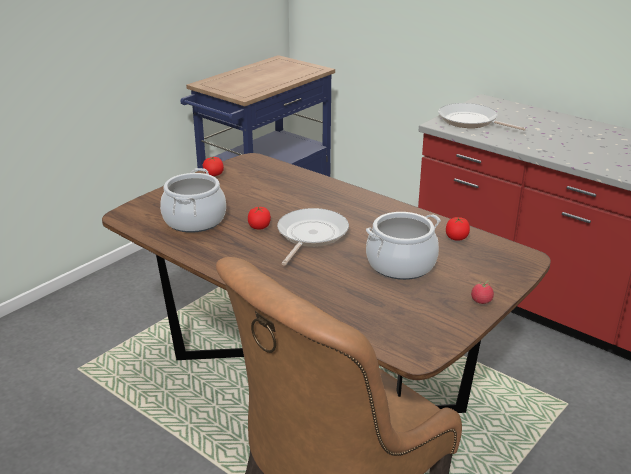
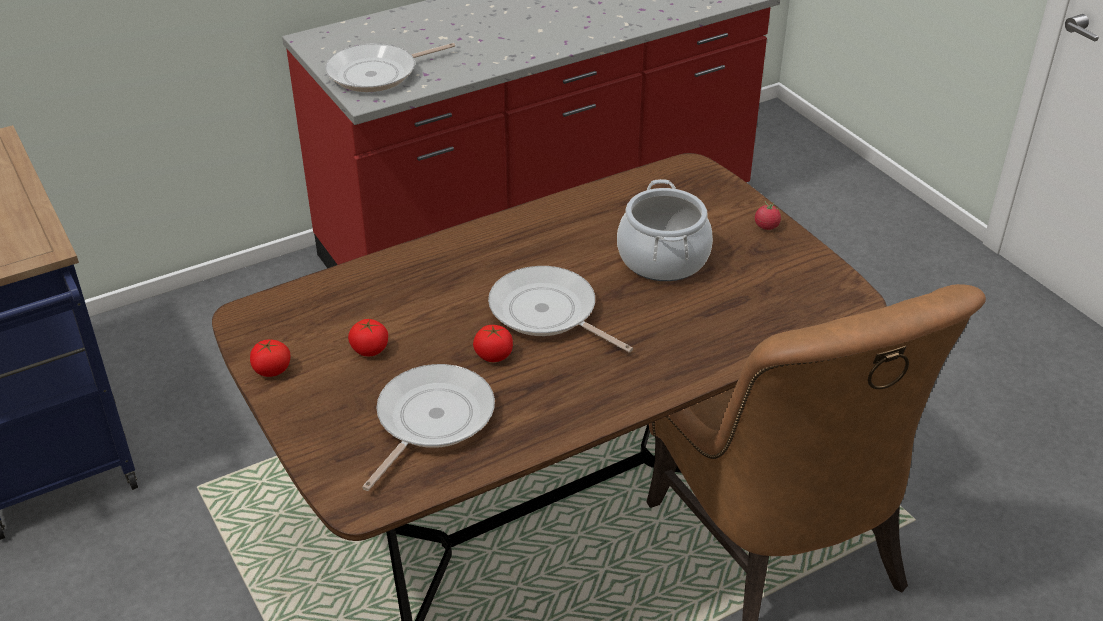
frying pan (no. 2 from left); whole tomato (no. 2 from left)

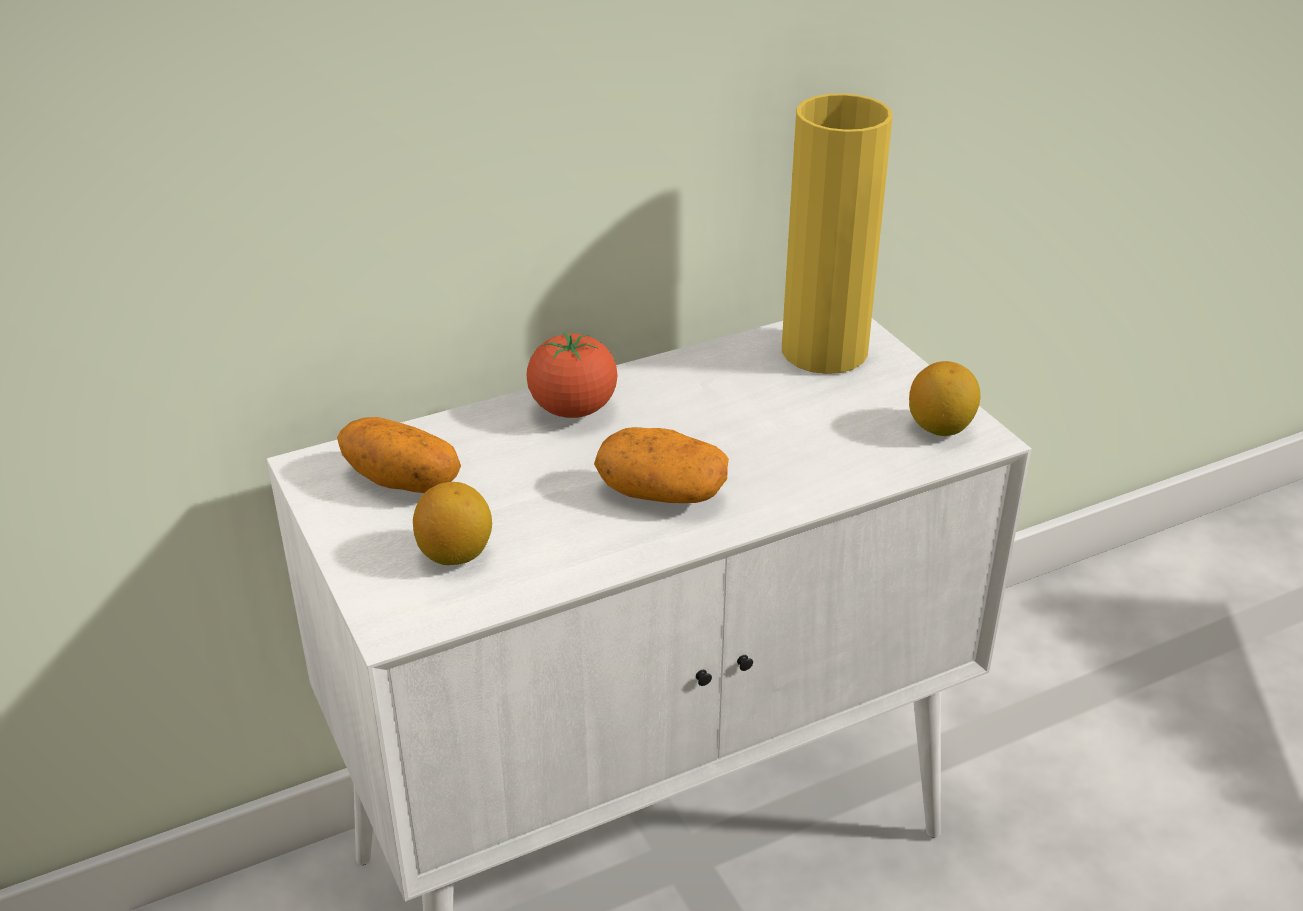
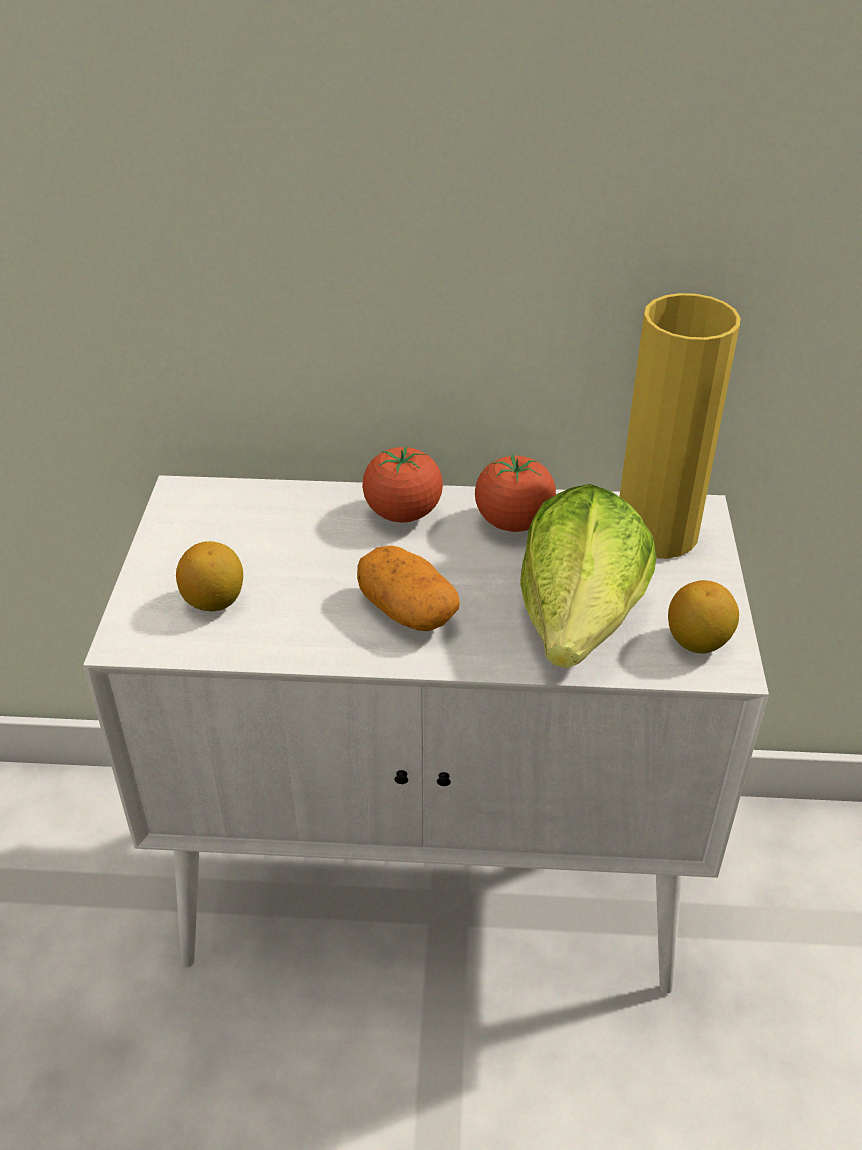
whole potato (no. 1 from left in the first image); whole tomato (no. 2 from left); head of lettuce

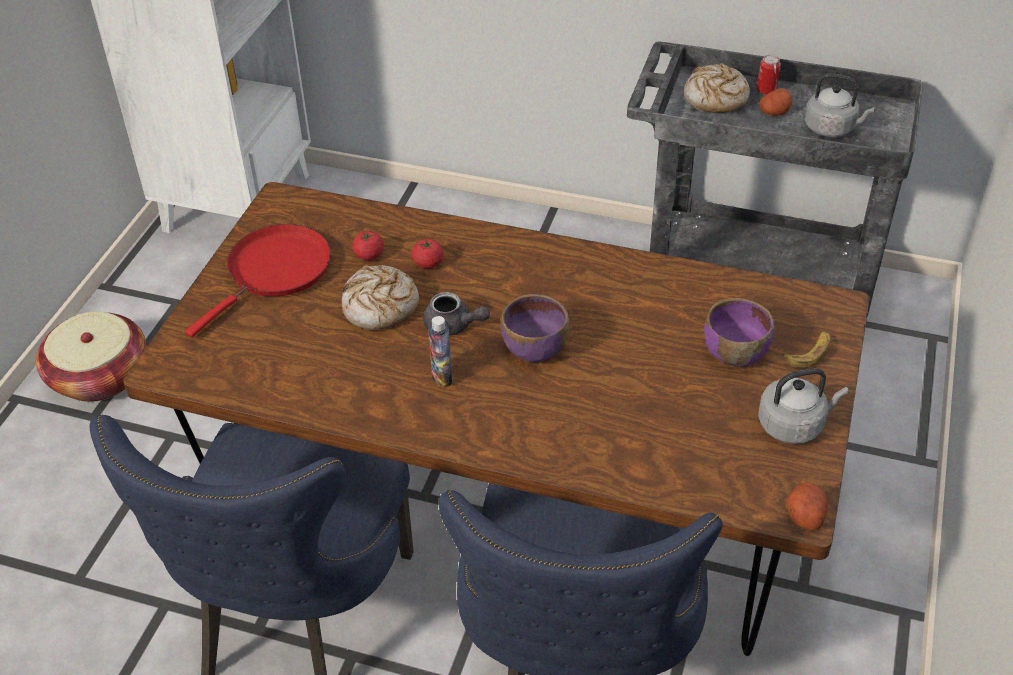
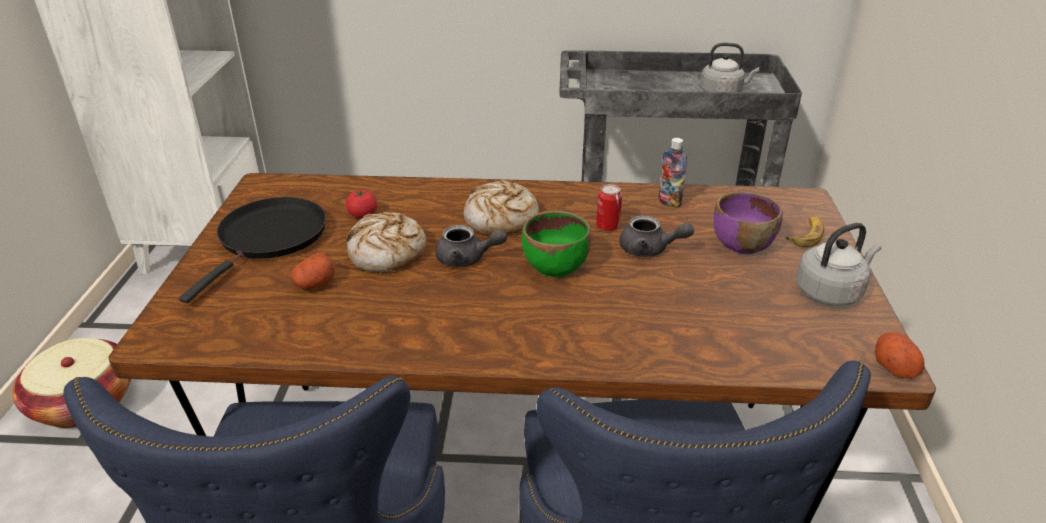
frying pan in blackish; whole tomato (no. 2 from left in the first image); drink bottle; deep dish in green-coloured; bread (no. 2 from left); metal can; whole potato (no. 1 from left); tea pot in grey (no. 2 from left)

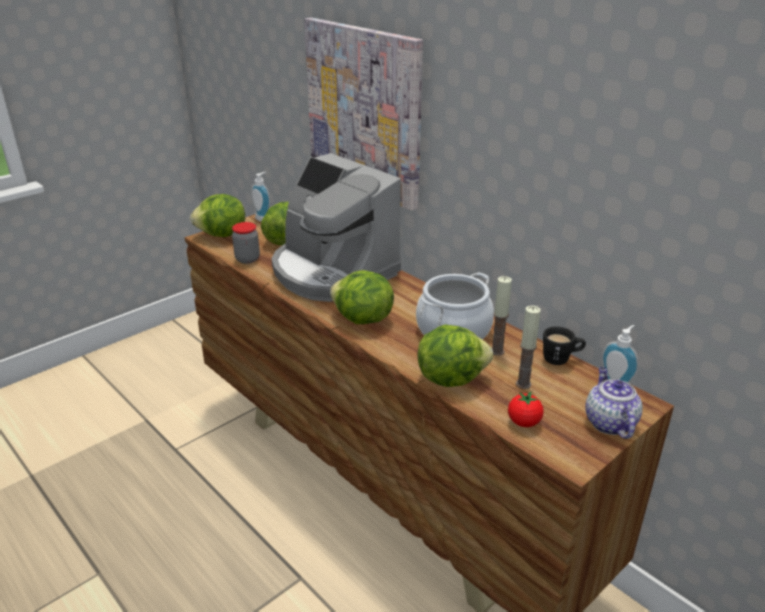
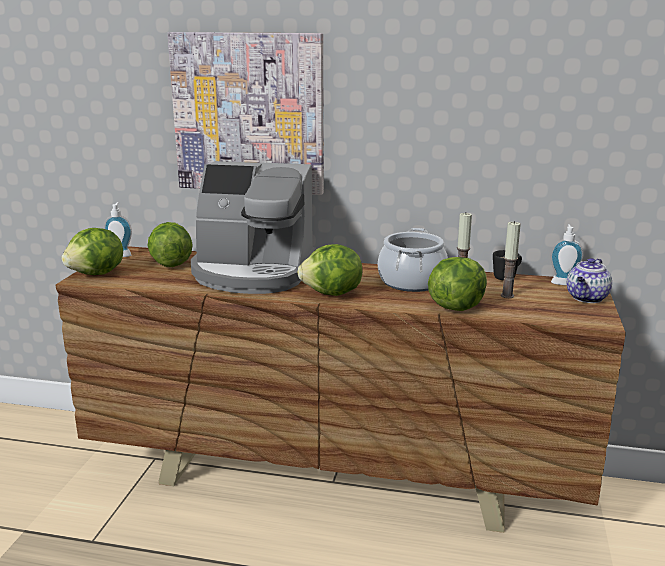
preserve jar; whole tomato; tea pot

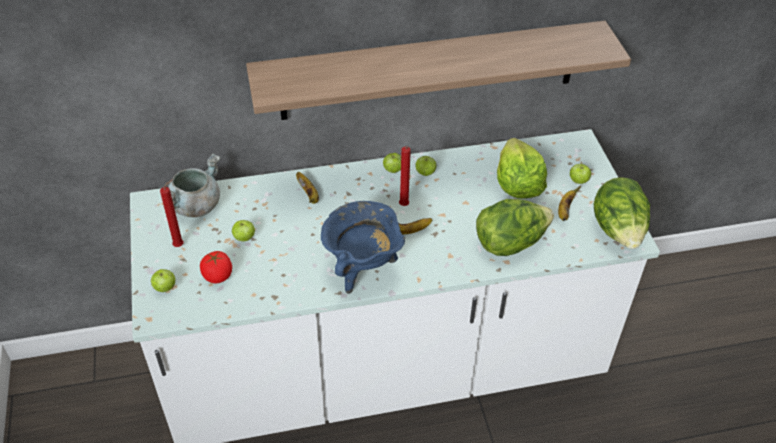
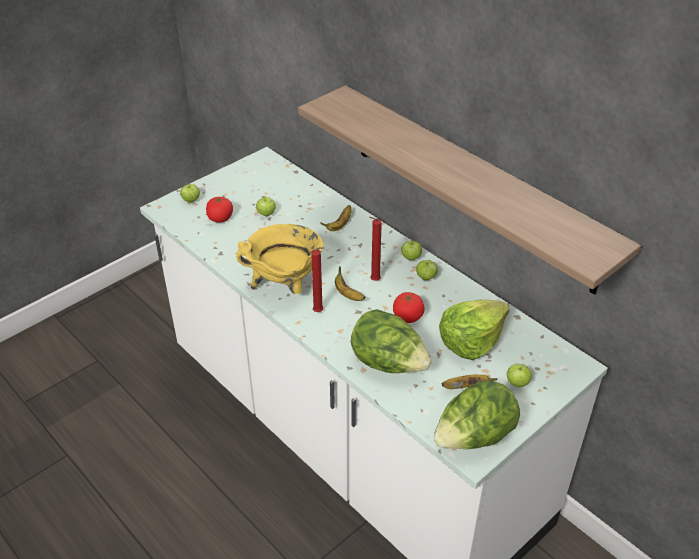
wax light in reddish (no. 1 from left); stockpot in grey; stockpot in yellowish; whole tomato (no. 2 from left)

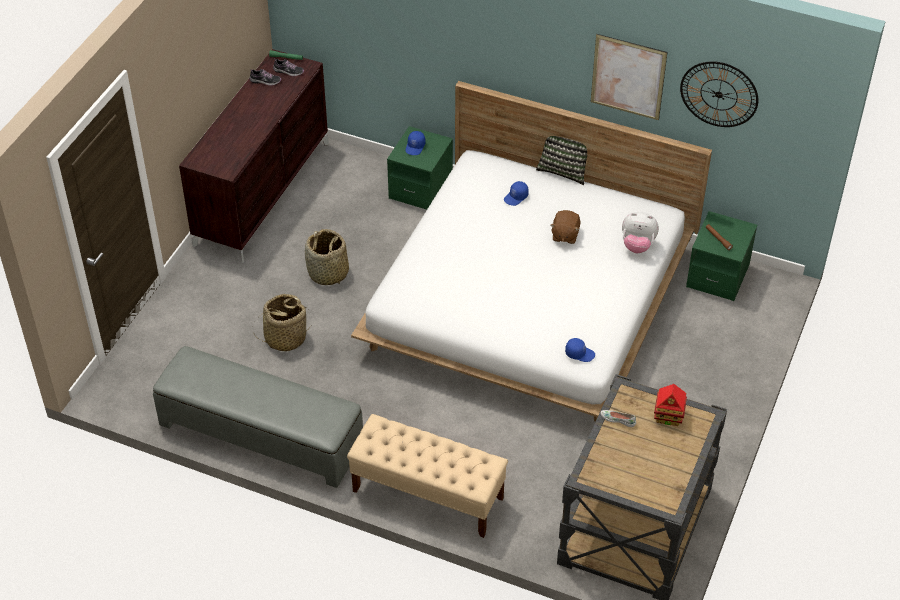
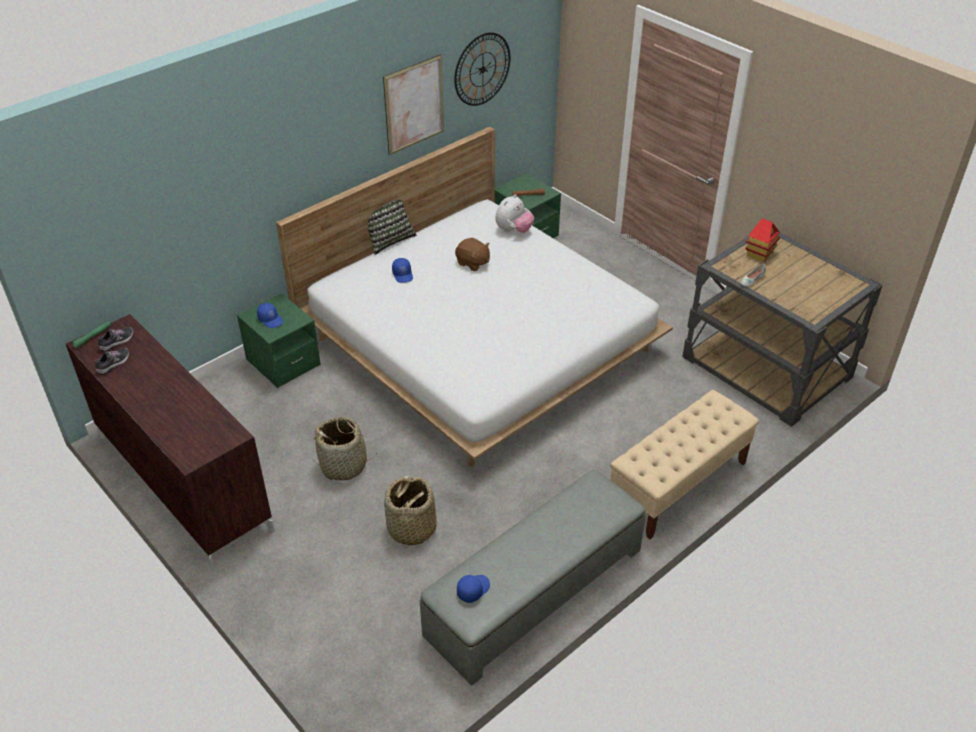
baseball cap in blue-coloured (no. 3 from left)

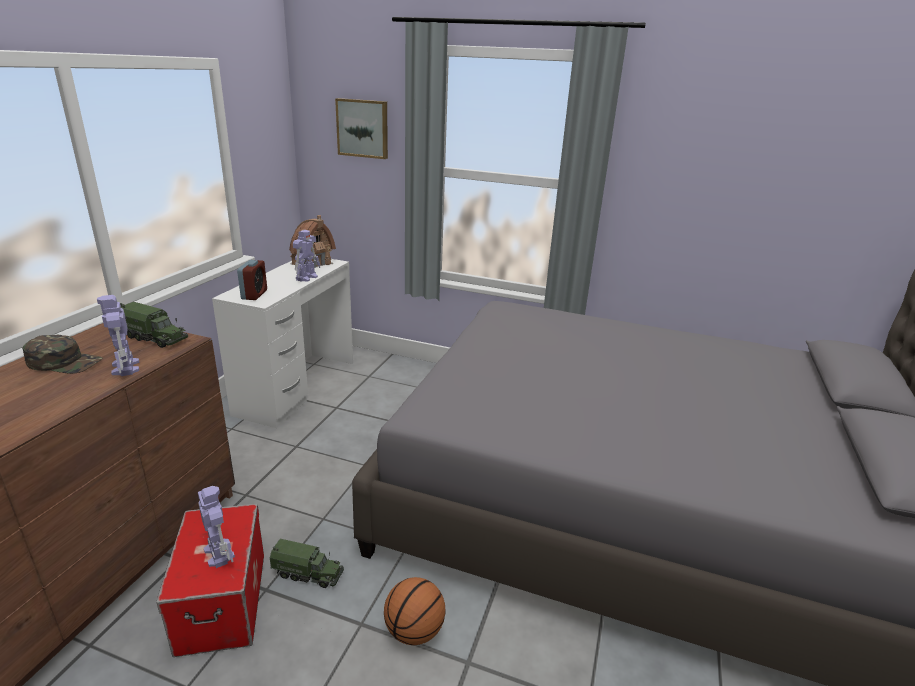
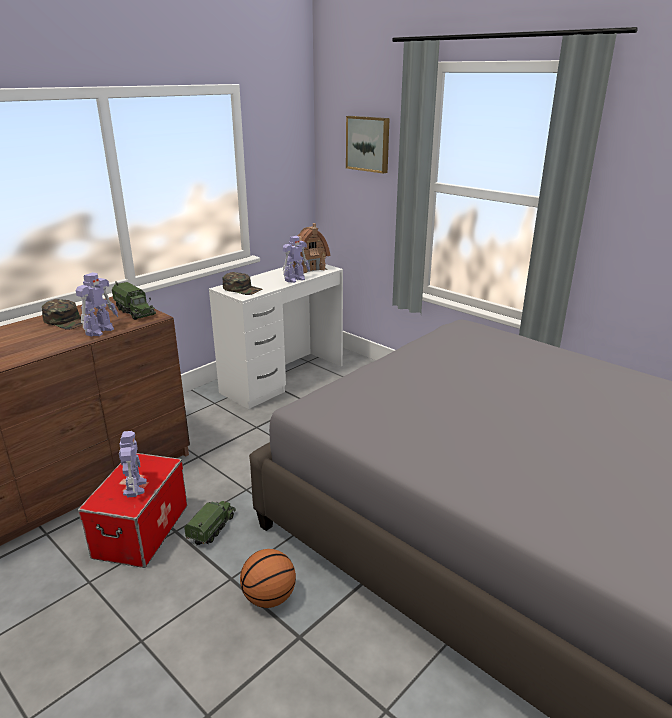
robot figure (no. 1 from left); baseball cap in green-coloured (no. 2 from left); model truck (no. 2 from left)

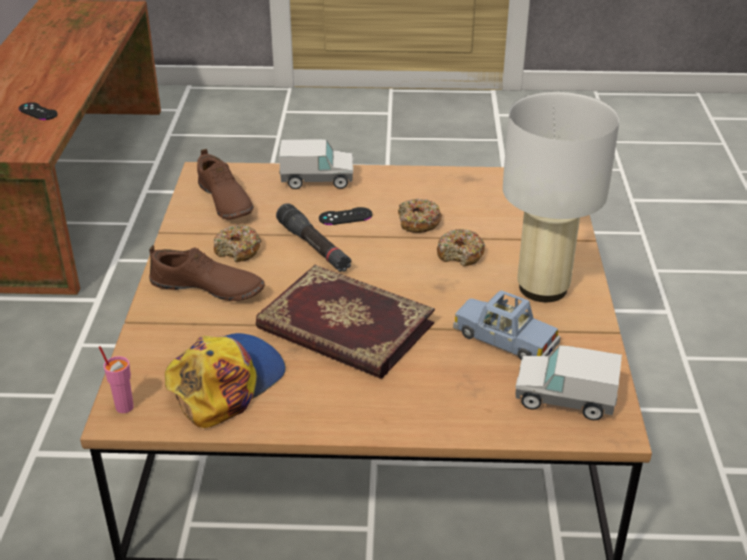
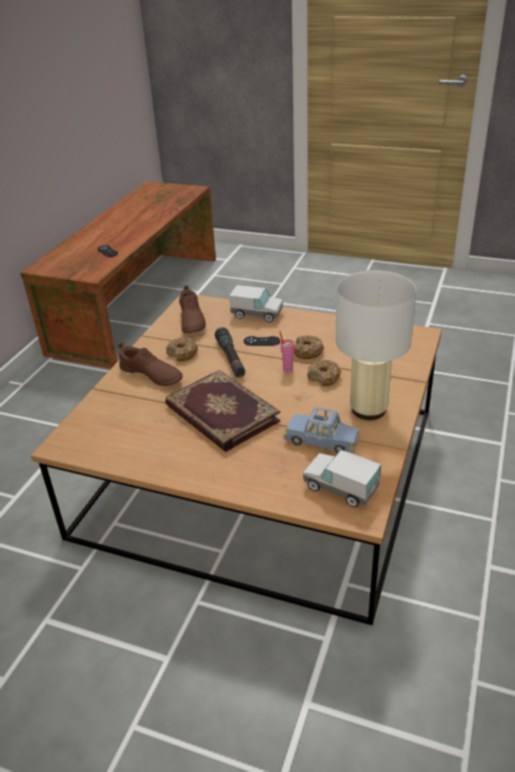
cup in pink-coloured; baseball cap; toy car in blue-coloured

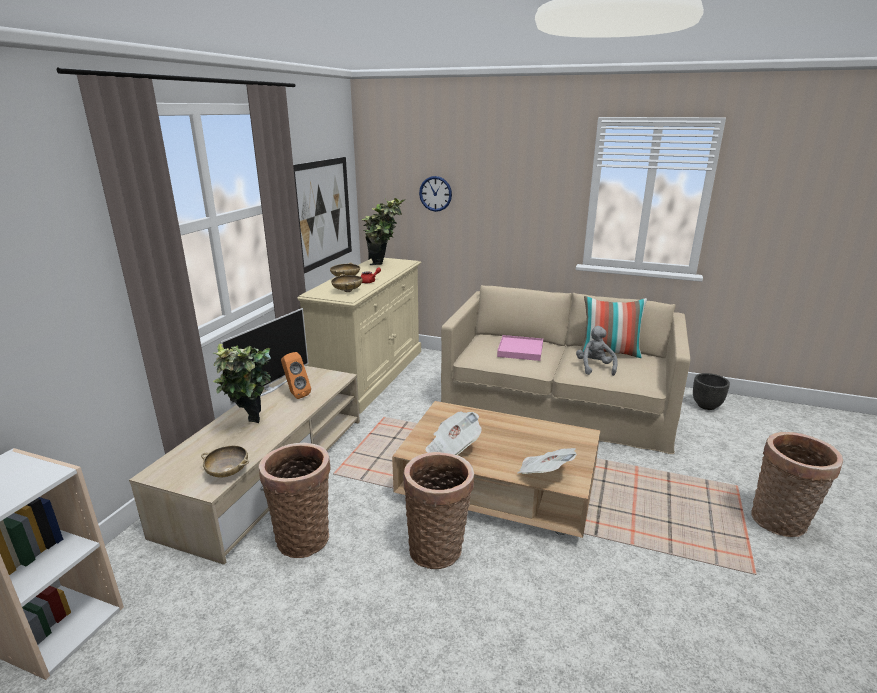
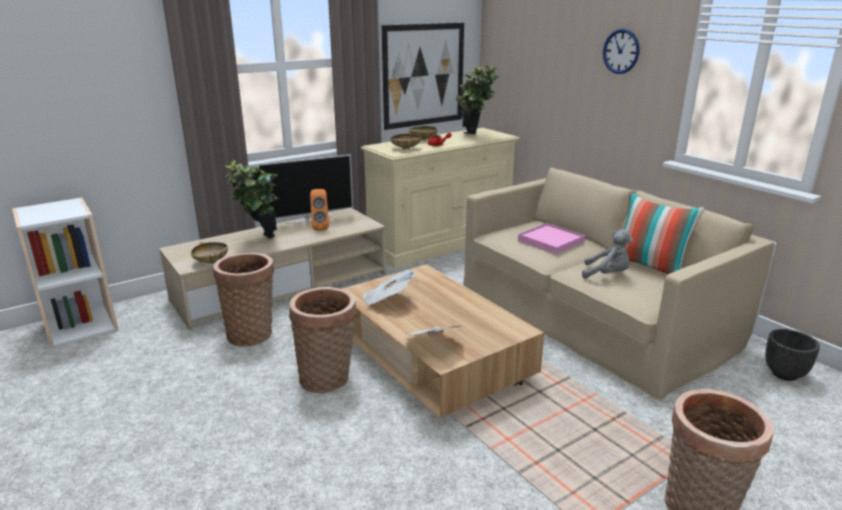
hanging clock; plush toy in grey

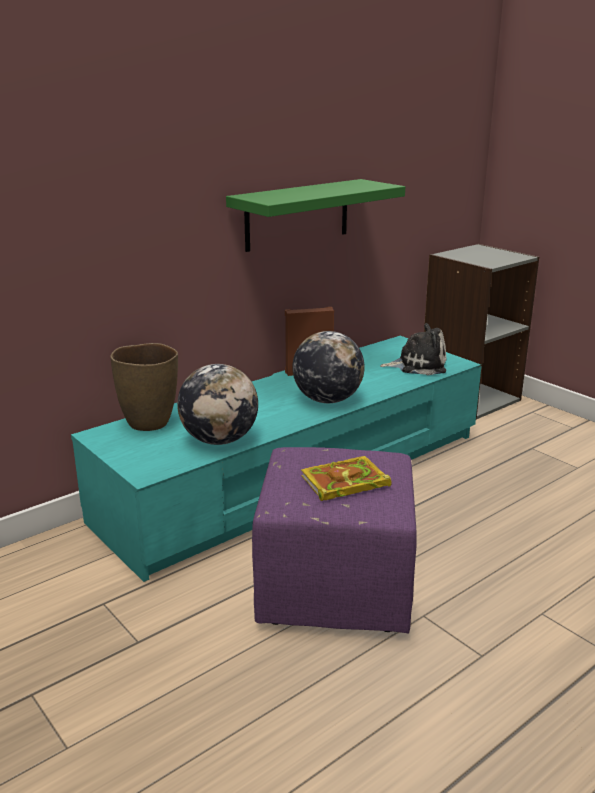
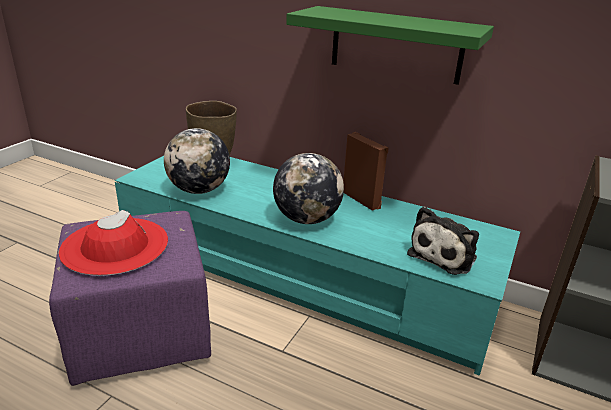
hat in reddish; plush toy

